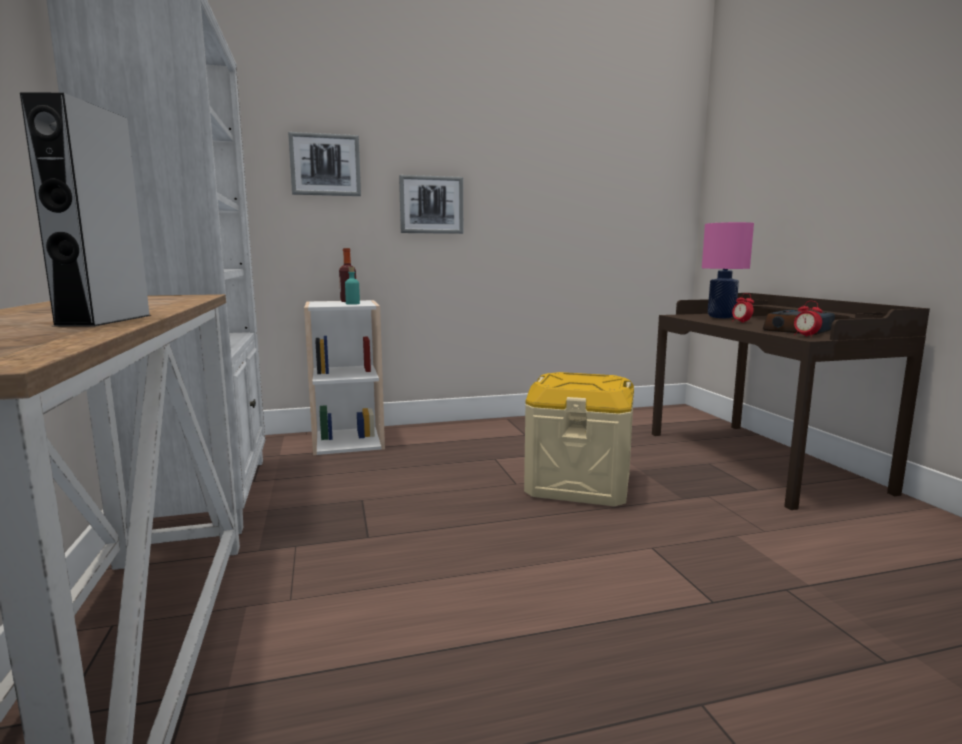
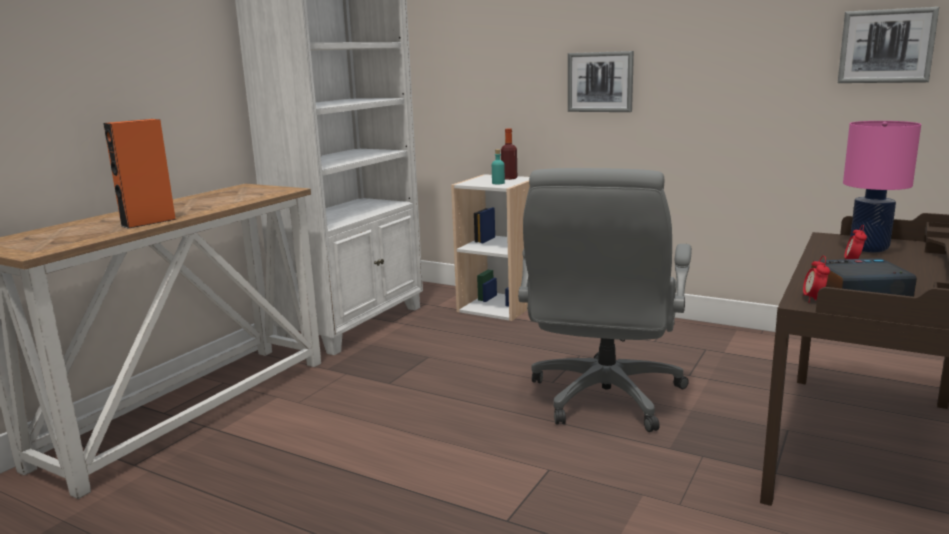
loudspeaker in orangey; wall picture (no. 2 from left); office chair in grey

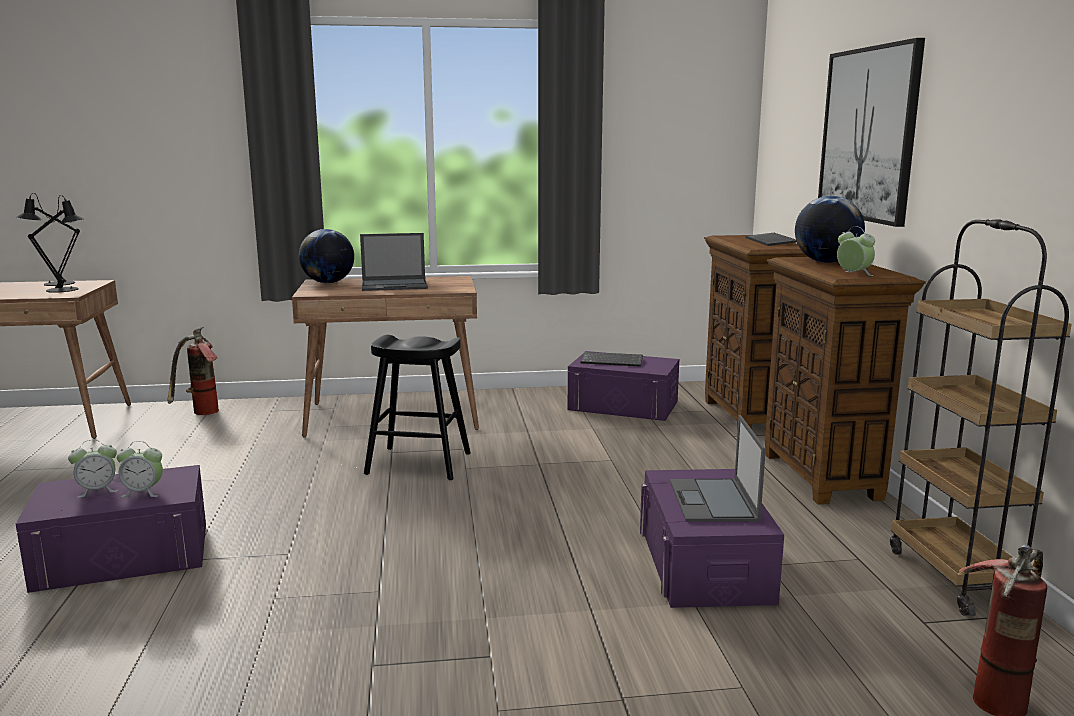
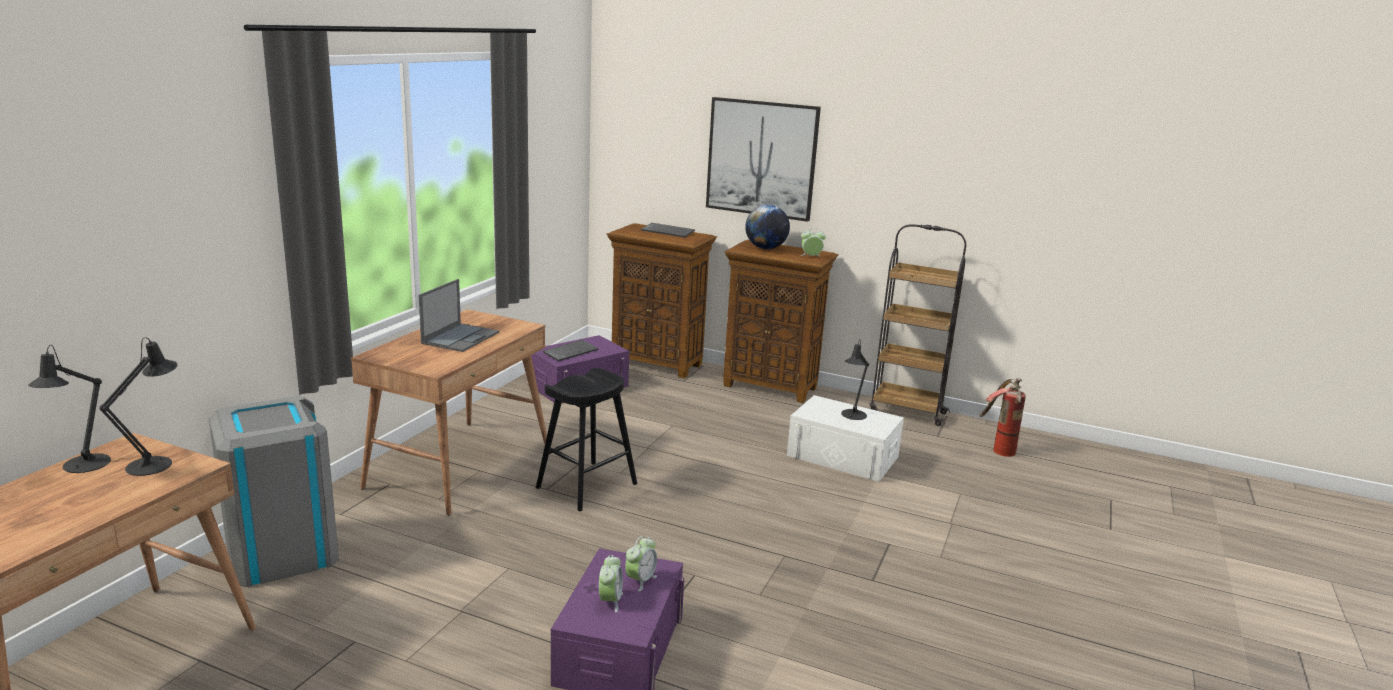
waste bin in grey; world globe (no. 1 from left in the first image); storage container in white; tabletop lamp in blackish (no. 3 from left)

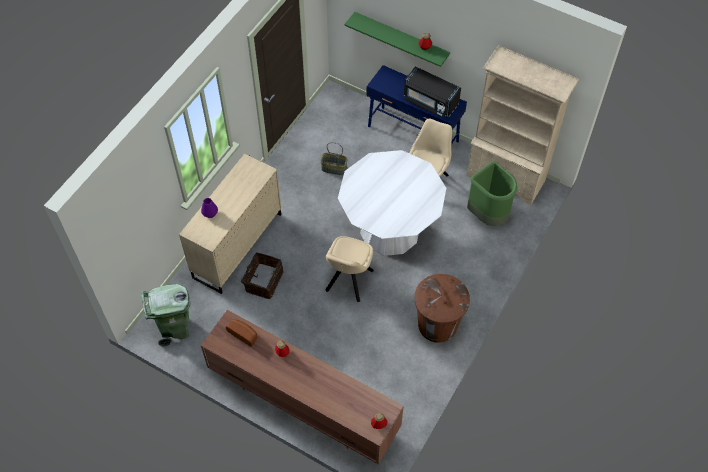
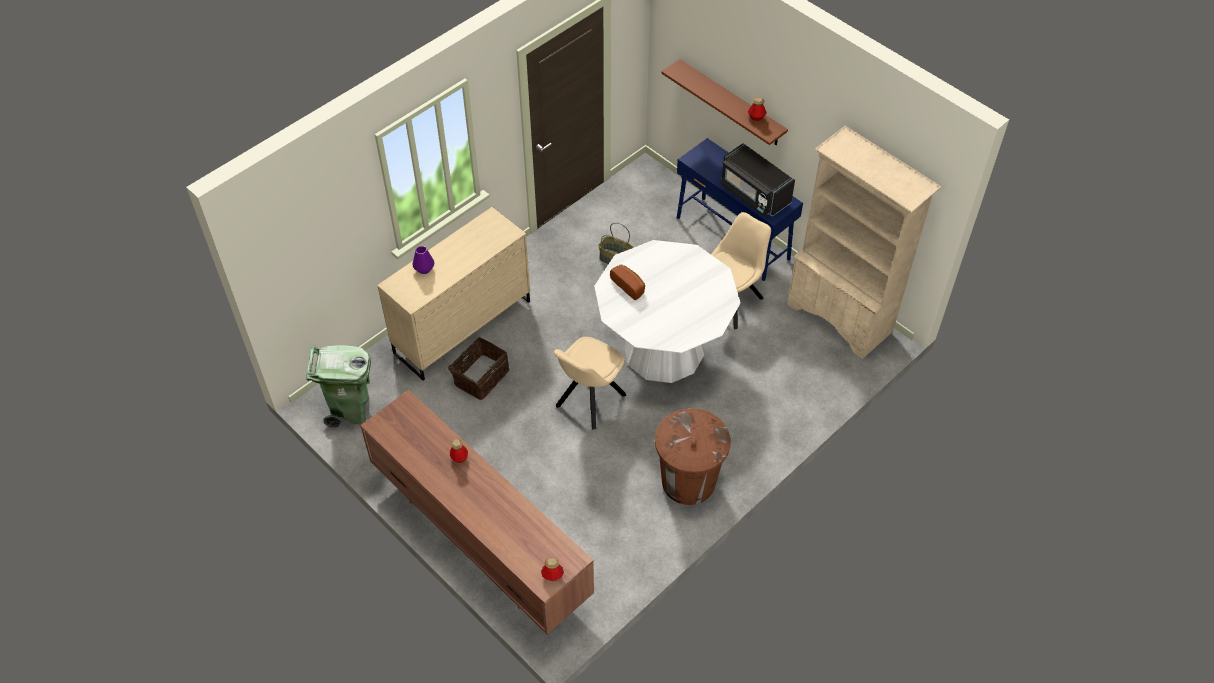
bread; wall shelf in brown; waste bin in green-coloured (no. 2 from left in the first image)

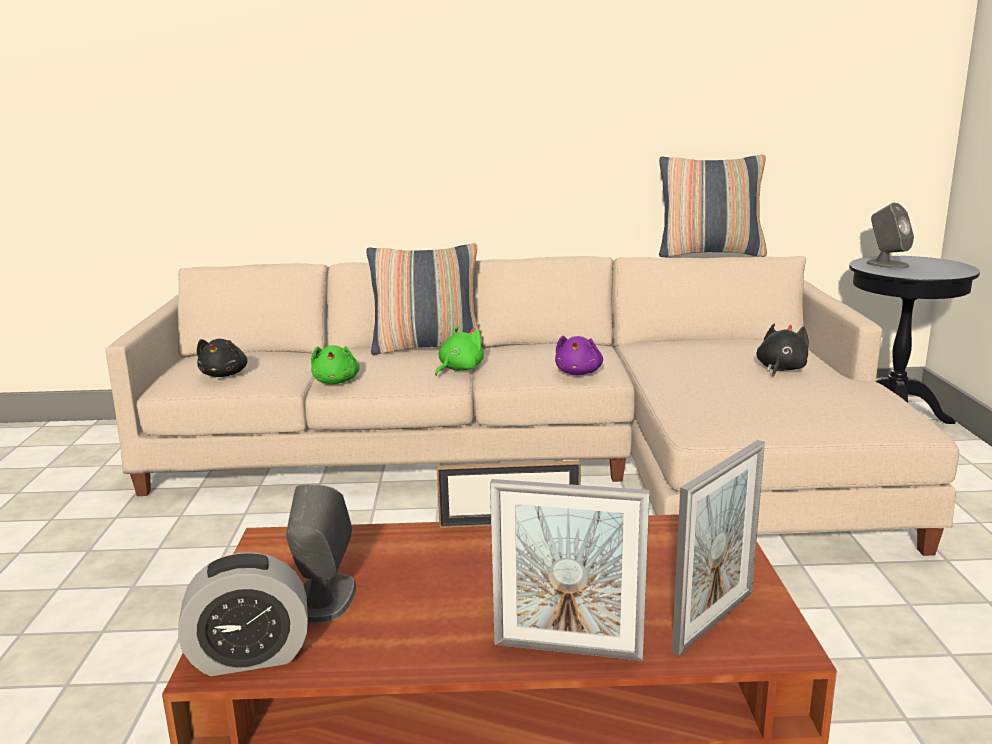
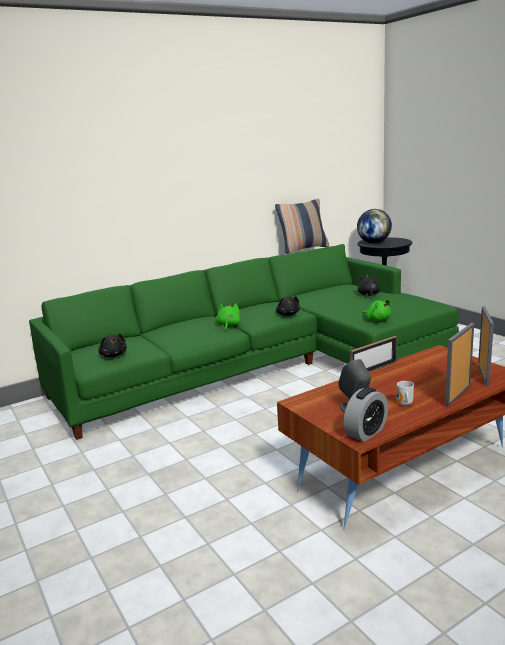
couch in green-coloured; plush toy in green-coloured (no. 2 from left); cushion (no. 1 from left in the first image); picture frame (no. 2 from left); plush toy in blackish (no. 2 from left); world globe; tea mug

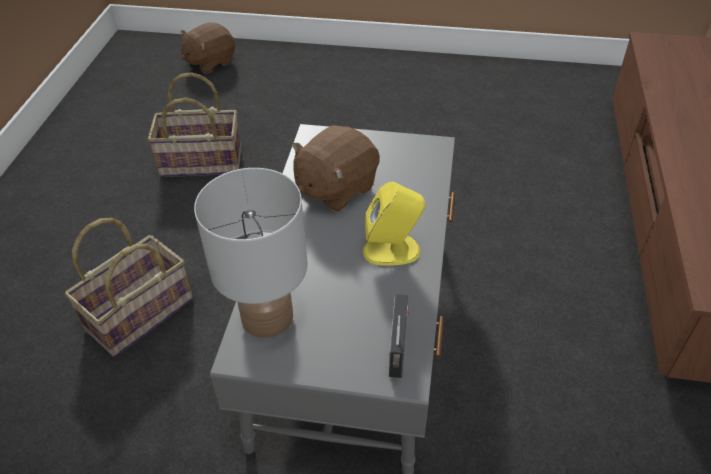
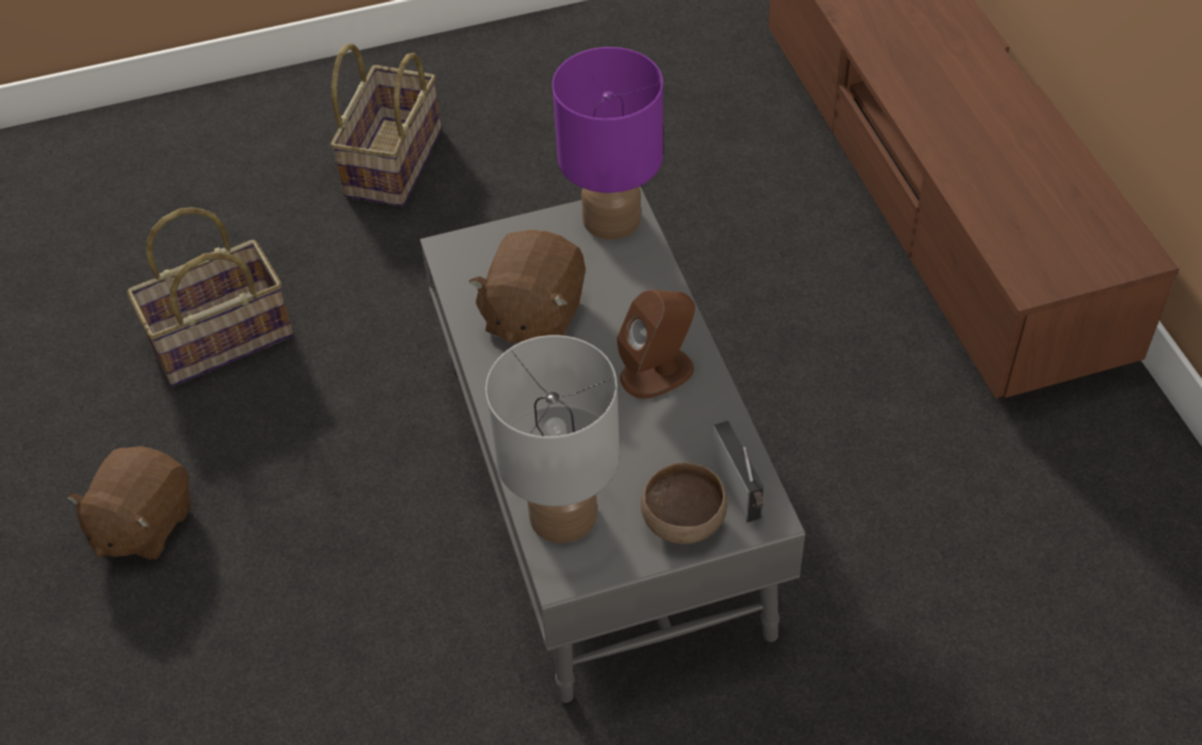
basket (no. 2 from left); plush toy in brown (no. 1 from left); loudspeaker in brown; tabletop lamp in purplish; deep dish in brown

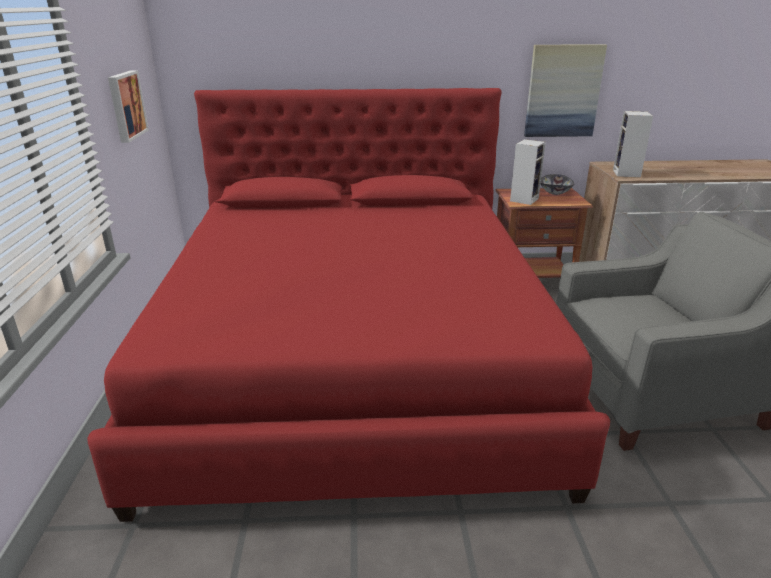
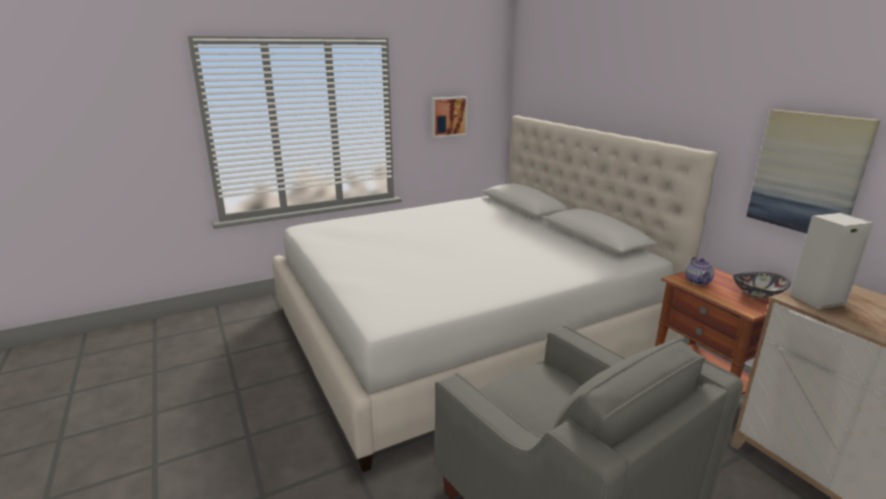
bed in white; tea pot

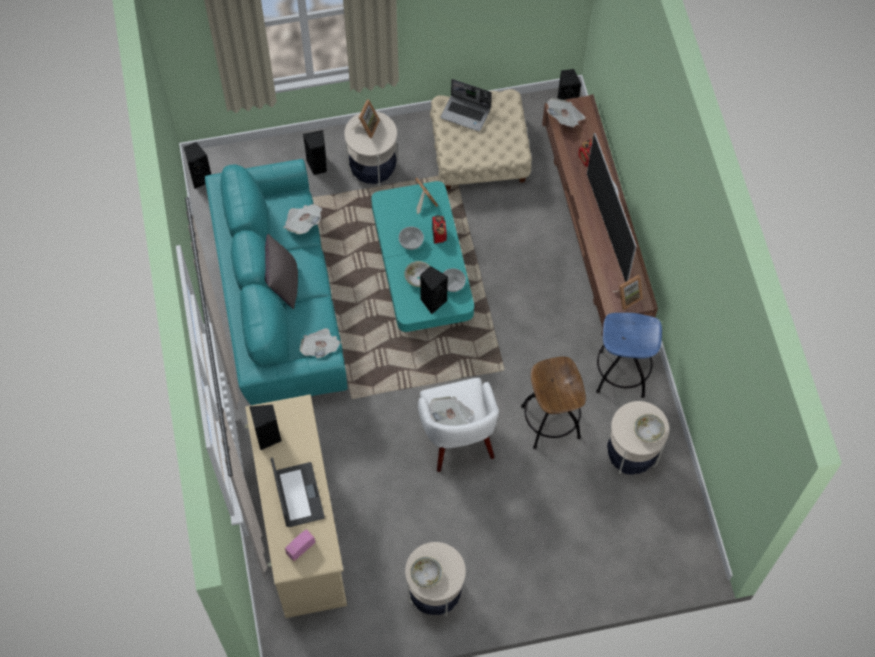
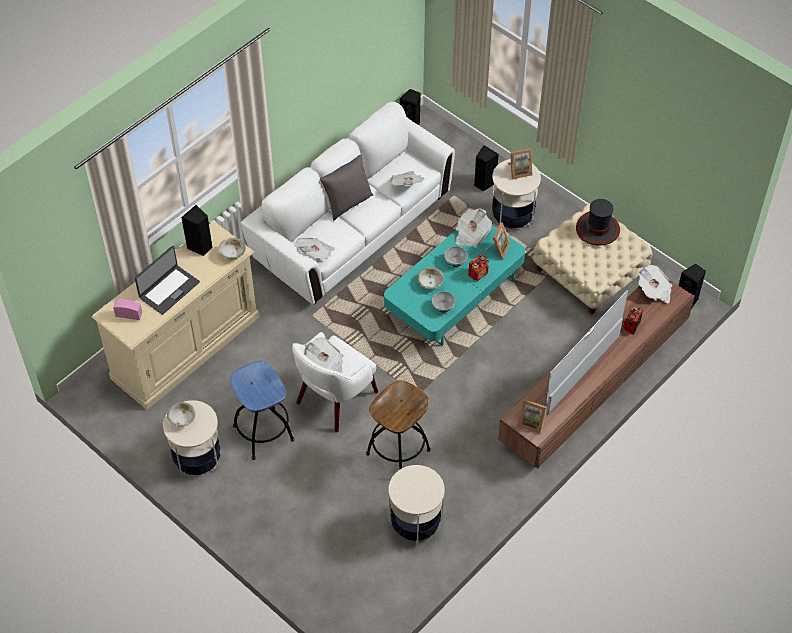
couch in white; loudspeaker in blackish (no. 4 from left in the first image); hat; stool seat in blue-coloured; deep dish (no. 2 from left); daily paper (no. 4 from left)

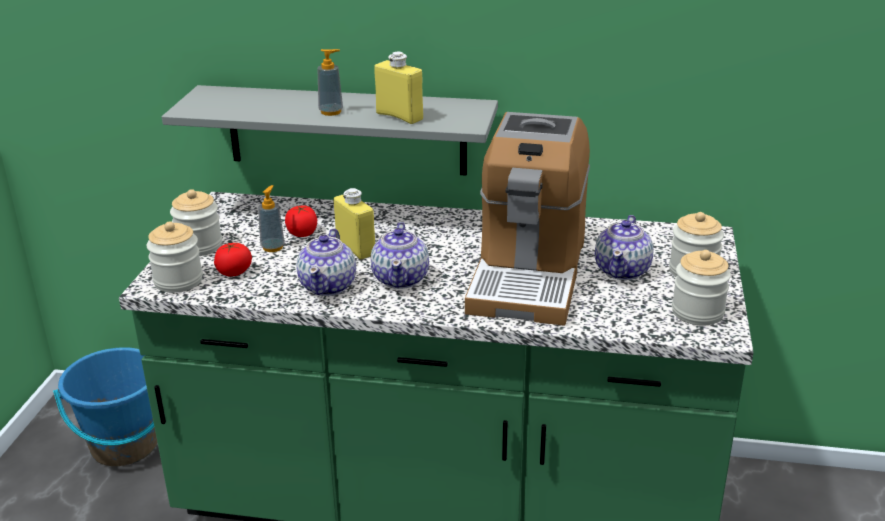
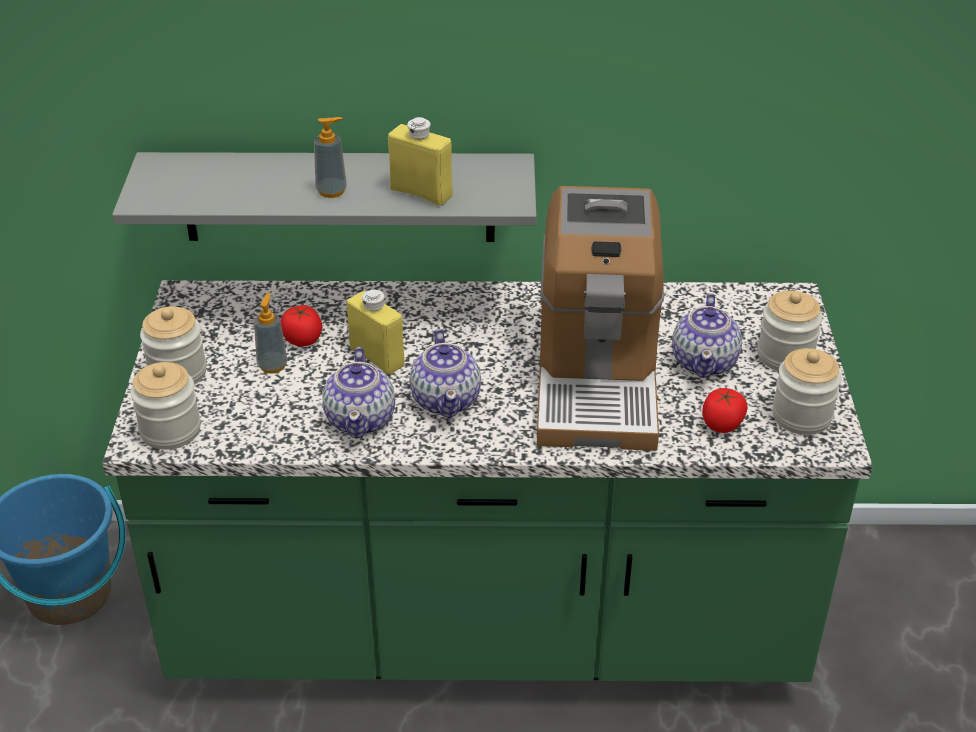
whole tomato (no. 2 from left)

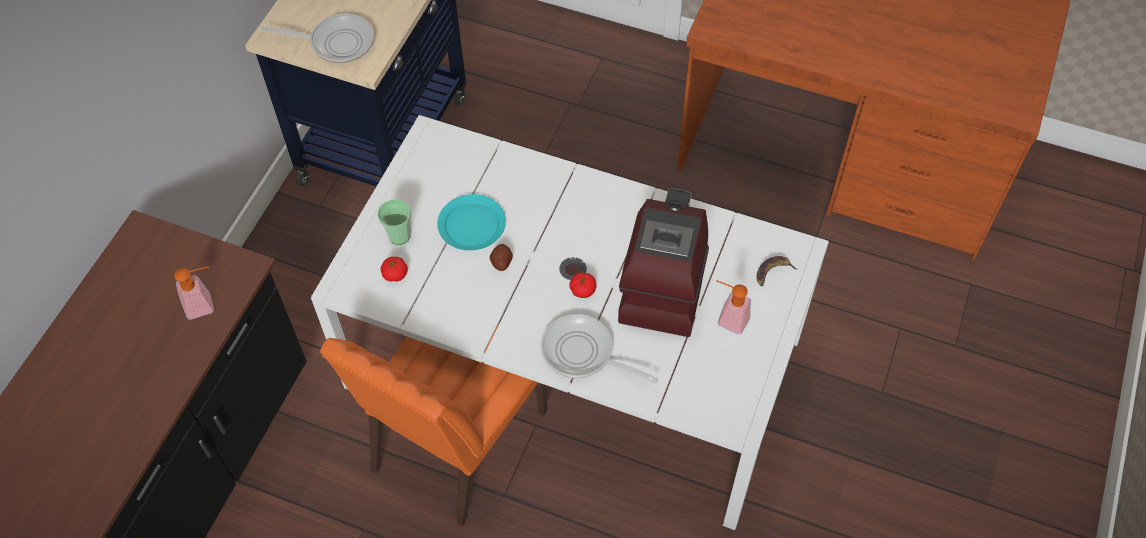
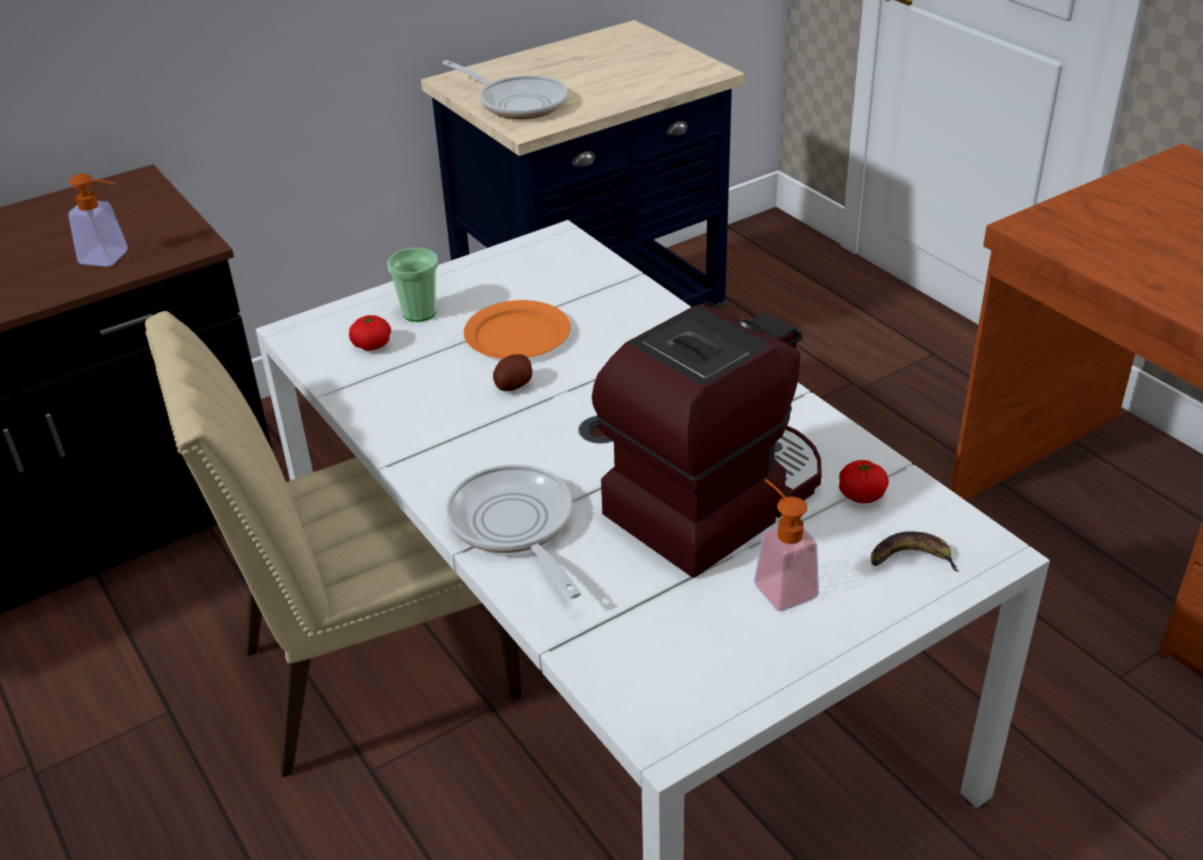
plain chair in beige-coloured; dinner plate in orangey; whole tomato (no. 2 from left)

